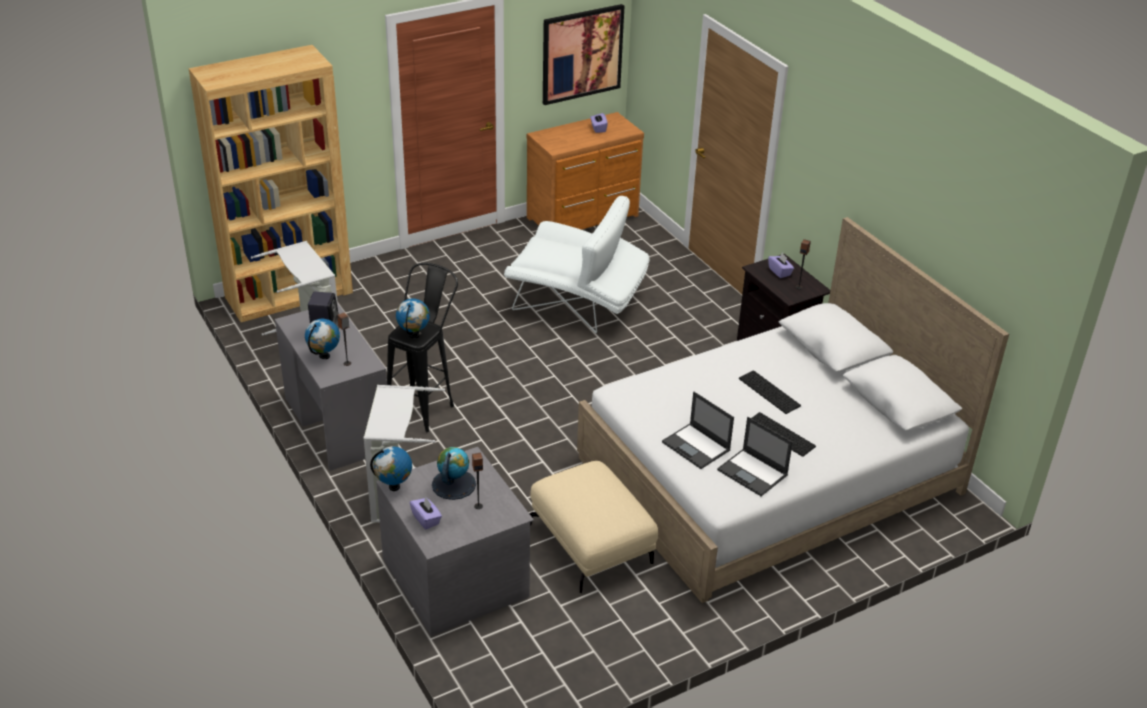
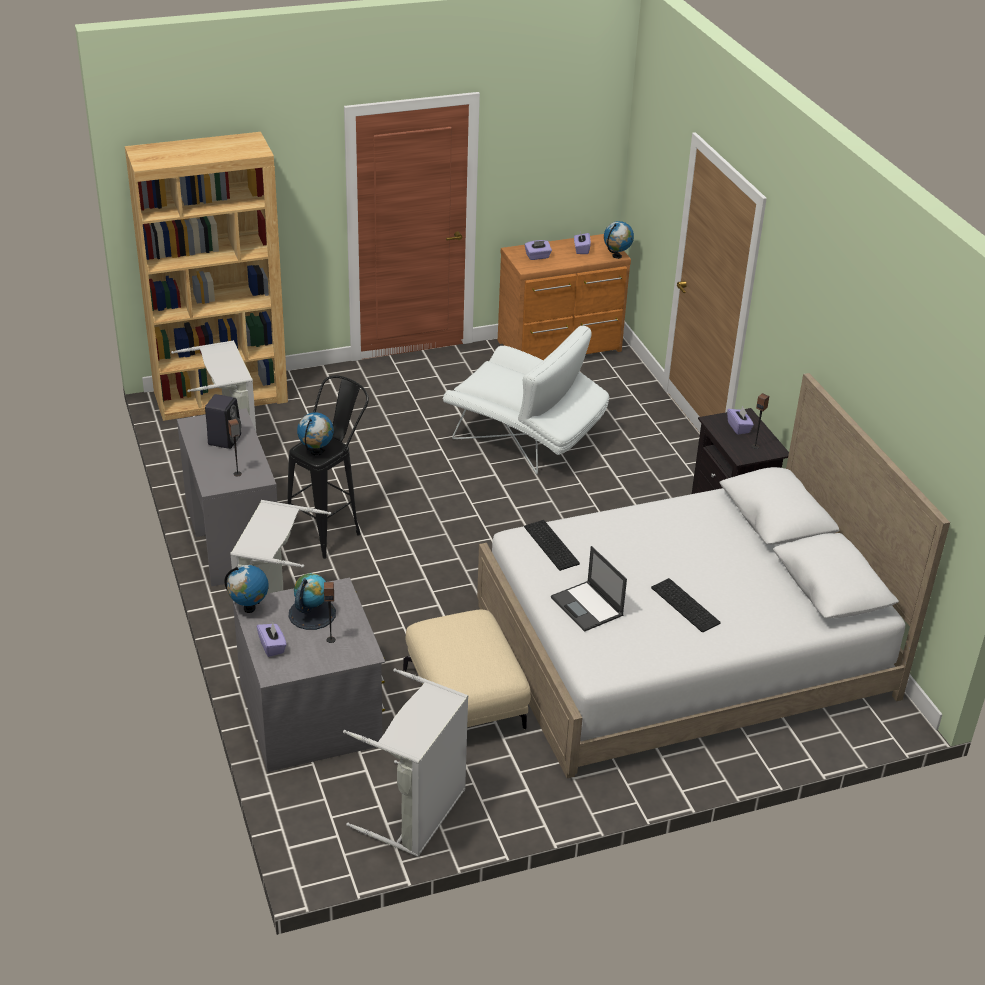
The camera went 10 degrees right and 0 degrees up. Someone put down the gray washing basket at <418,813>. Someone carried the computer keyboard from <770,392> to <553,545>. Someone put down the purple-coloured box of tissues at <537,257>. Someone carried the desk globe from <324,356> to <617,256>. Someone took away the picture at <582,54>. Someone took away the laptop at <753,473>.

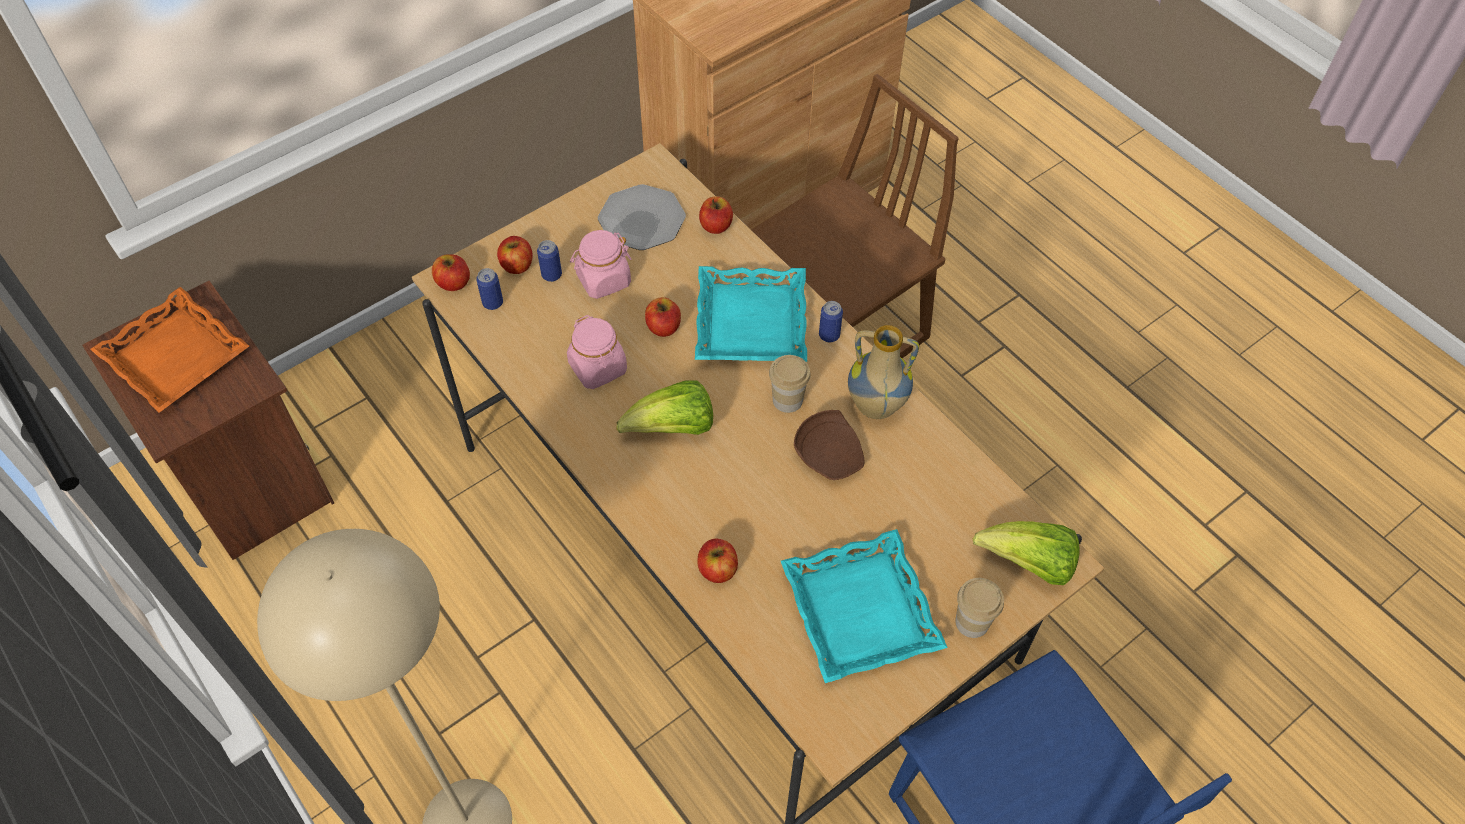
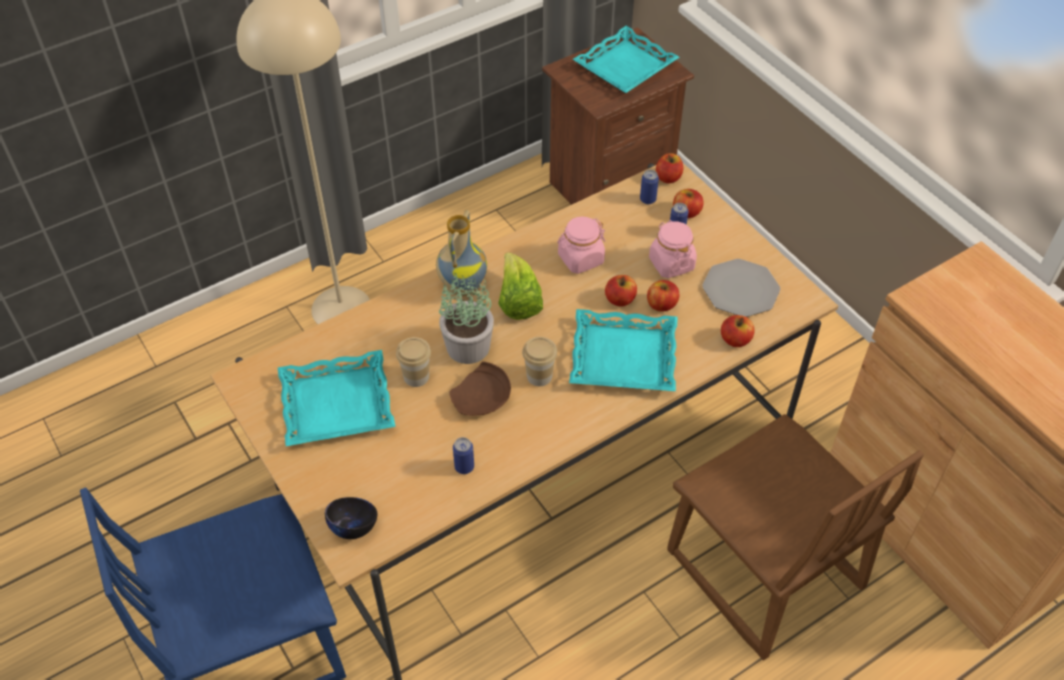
The camera went 95 degrees right and 5 degrees down. Someone swapped the lettuce head at <1028,564> for the blackish deep dish at <353,526>. Someone carried the cup from <972,622> to <416,376>. Someone carried the vase from <875,407> to <461,286>. Someone put down the plant in a pot at <469,346>. Someone carried the can from <829,335> to <464,467>. Someone repainted the orange carrying tray at <174,357>, which became the turquoise-coloured carrying tray at <625,66>. Someone carried the apple from <717,569> to <661,304>.

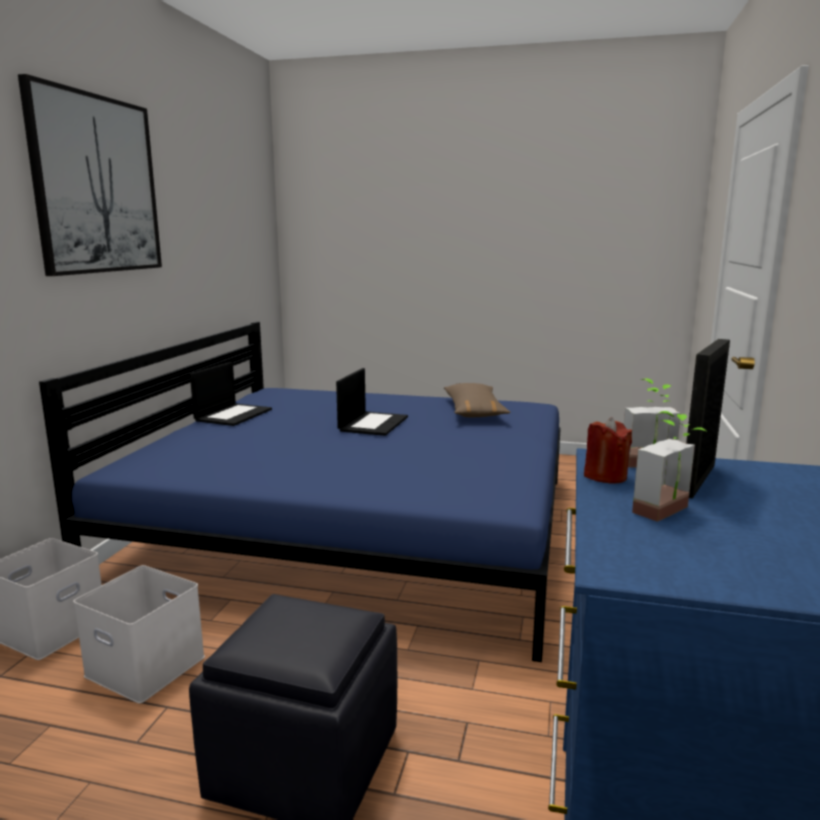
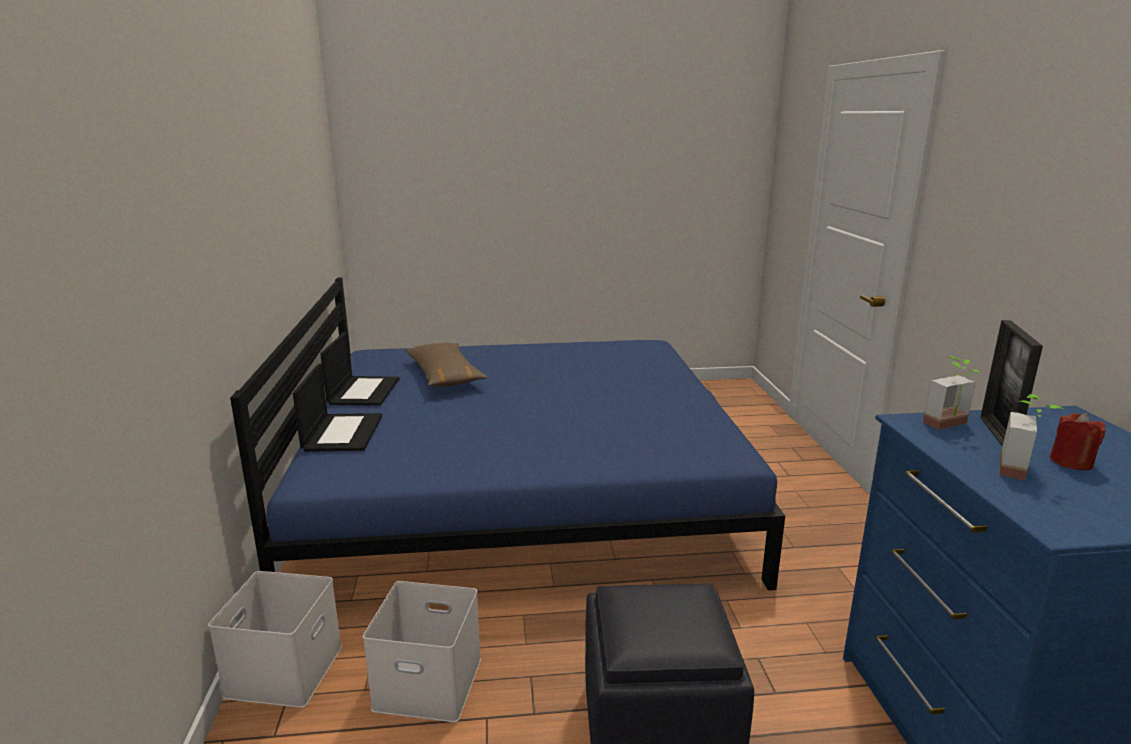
The camera went 20 degrees left and 5 degrees up. Someone carried the laptop from <373,423> to <342,432>. Someone carried the brownish cushion from <474,411> to <444,375>. Someone carried the red-coloured candle from <605,476> to <1071,462>. Someone took away the picture at <96,185>.

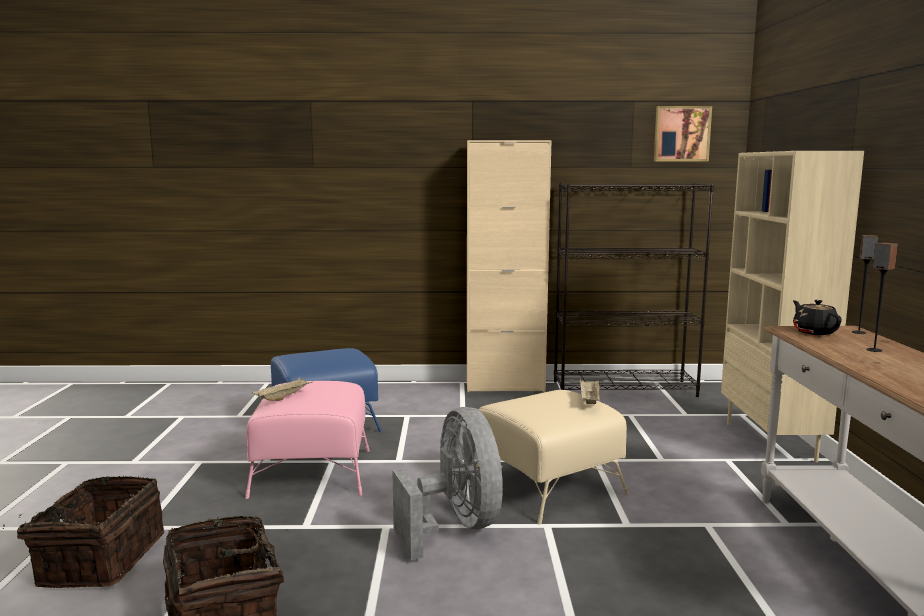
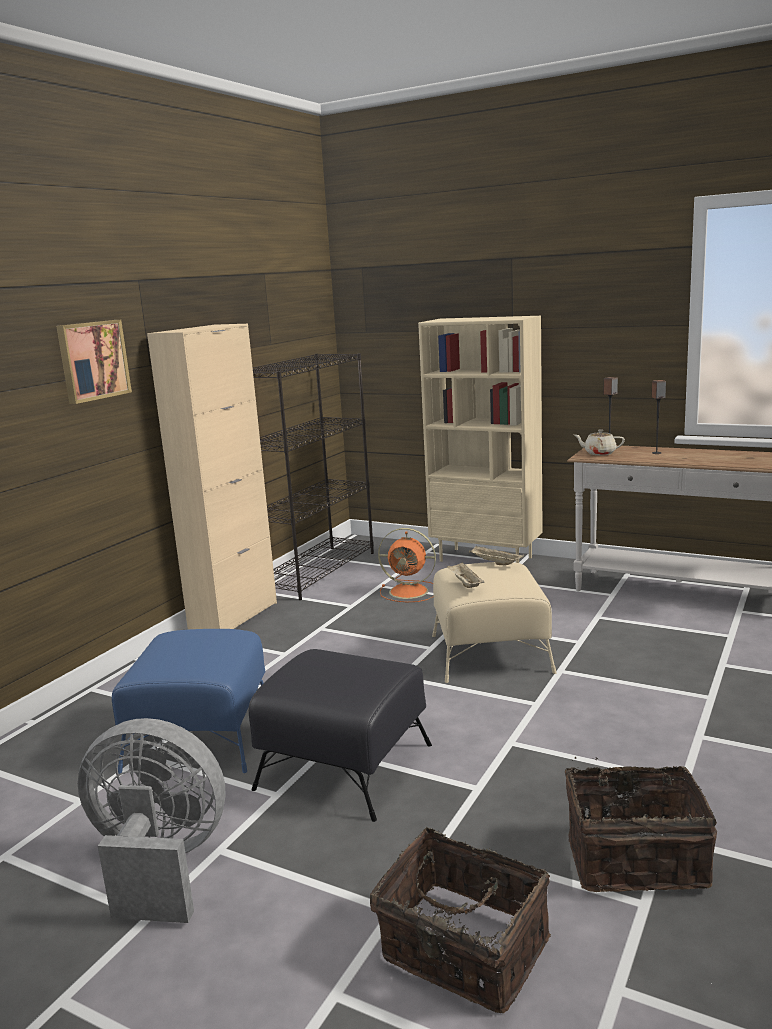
The camera went 60 degrees left and 5 degrees up. Someone carried the picture from <681,134> to <92,360>. Someone carried the gray fan from <456,527> to <159,866>. Someone repainted the pink footrest at <312,472>, which became the blackish footrest at <344,766>. Someone put down the orange fan at <410,591>. Someone carried the sand-coloured carrying tray from <283,397> to <464,583>. Someone repainted the blackish teapot at <814,332>, which became the sand-coloured teapot at <599,453>.

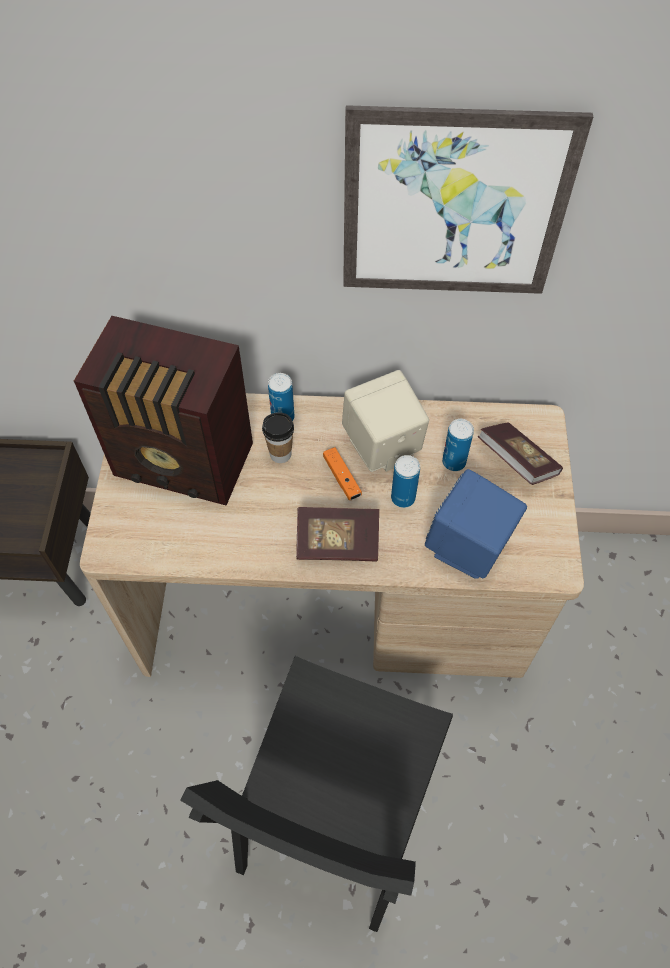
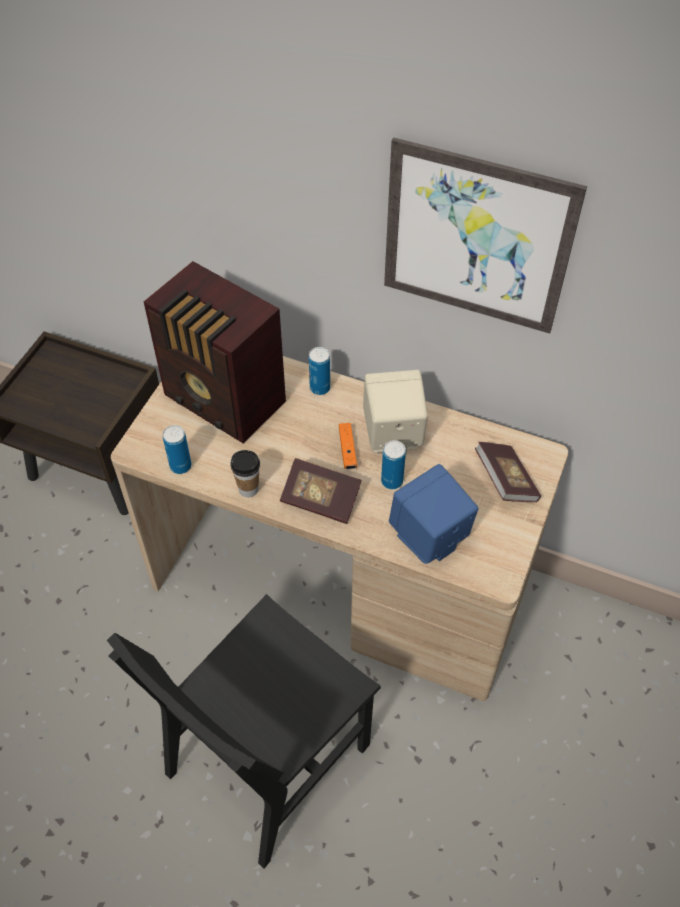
The camera went 20 degrees right and 5 degrees down. Someone carried the can from <454,462> to <180,466>. Someone carried the cup from <280,454> to <248,489>.

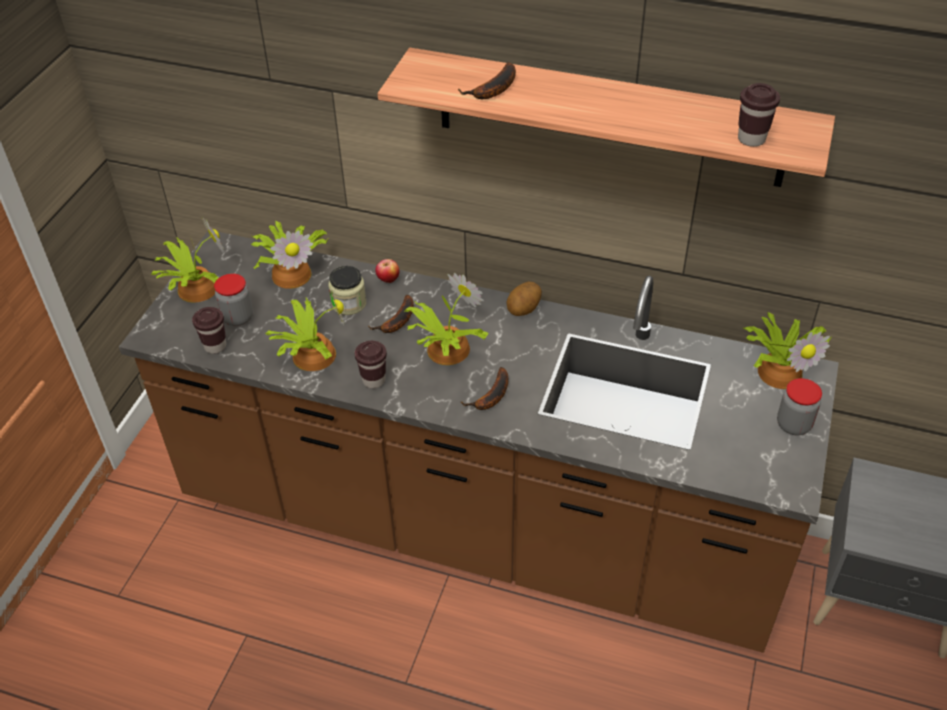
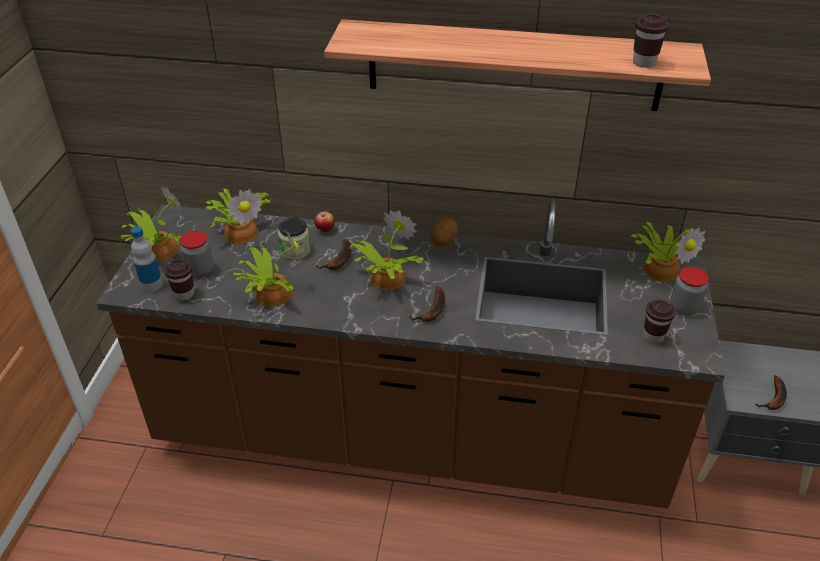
The camera went 10 degrees left and 5 degrees down. Someone put down the beverage bottle at <151,285>. Someone carried the brownish cup from <373,380> to <653,336>. Someone carried the whole banana from <493,90> to <774,399>.

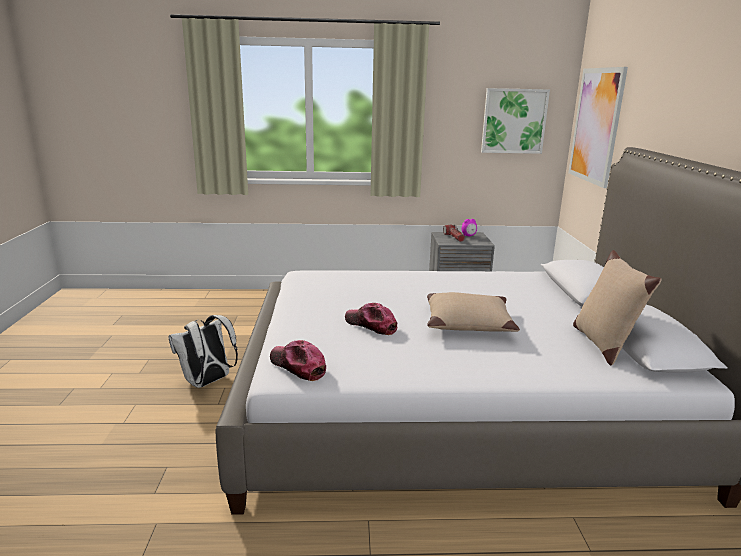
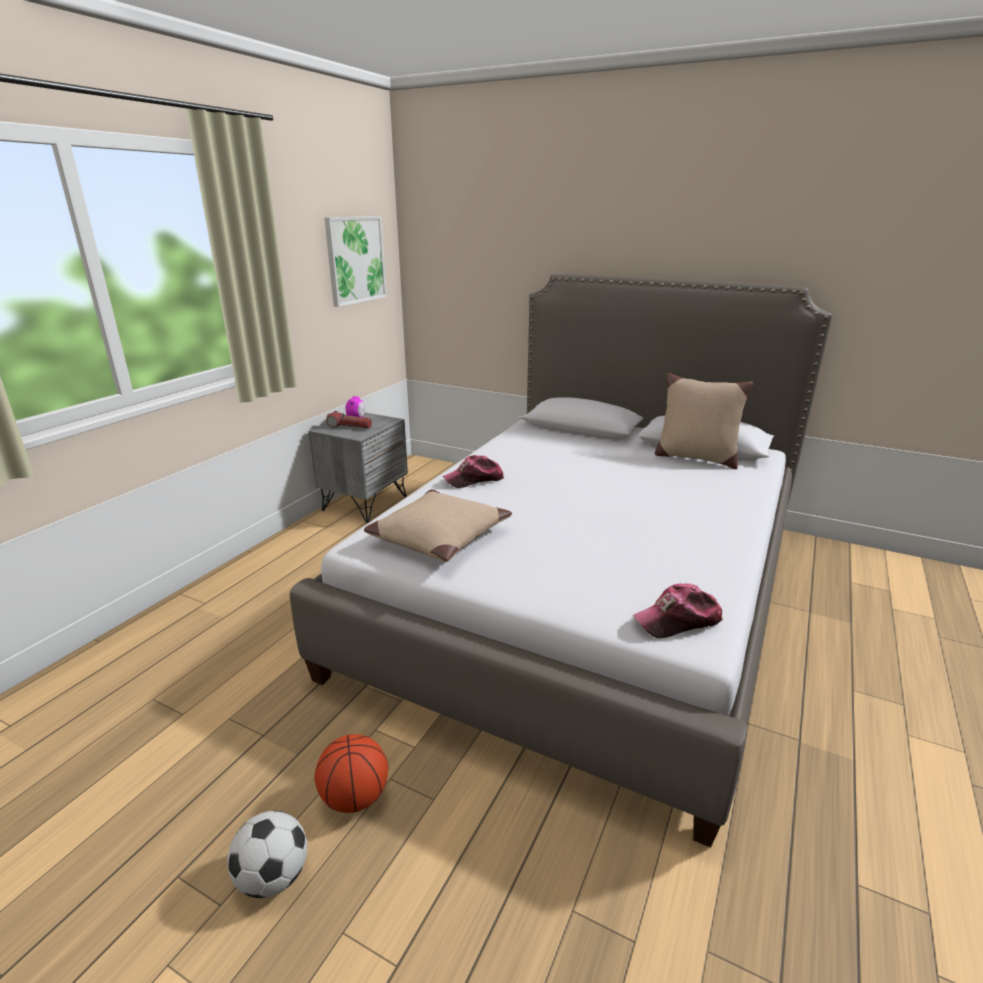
The camera went 60 degrees left and 5 degrees up. Someone put down the football at <273,877>. Someone swapped the white-coloured knapsack at <207,382> for the ball for basketball at <355,797>. Someone carried the sand-coloured cushion from <468,323> to <438,536>. Someone carried the peaked cap from <371,325> to <474,479>. Someone took away the picture at <596,125>.

